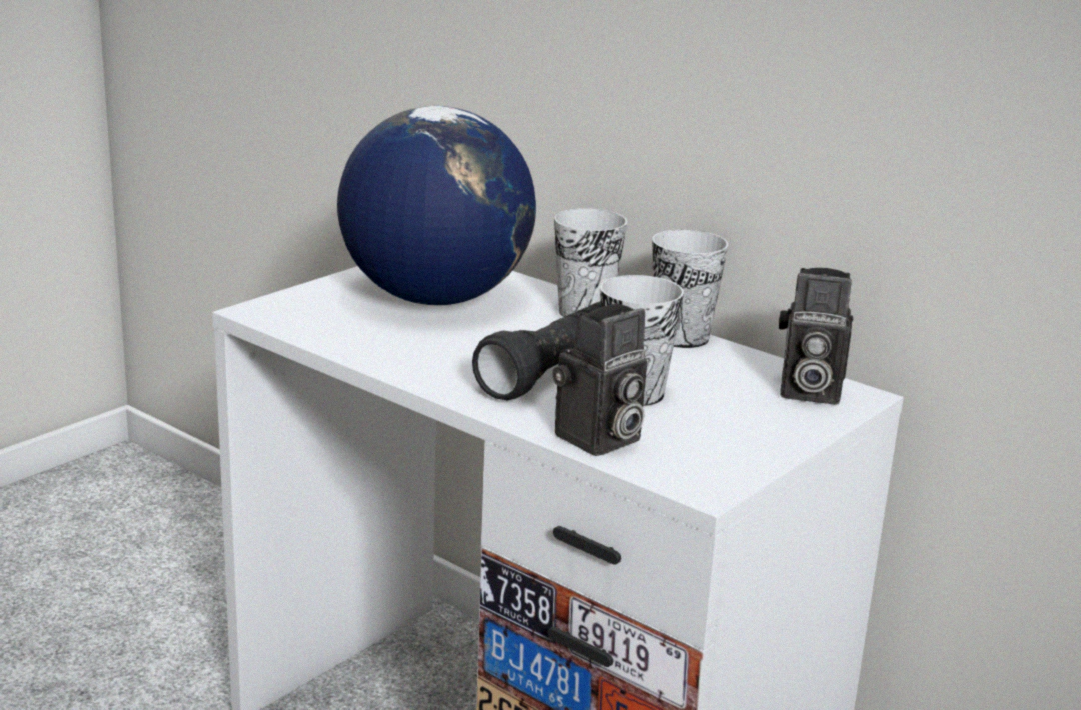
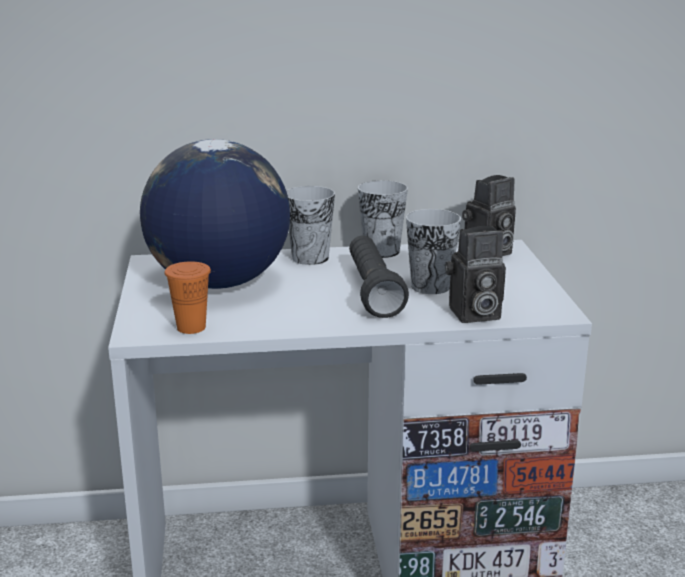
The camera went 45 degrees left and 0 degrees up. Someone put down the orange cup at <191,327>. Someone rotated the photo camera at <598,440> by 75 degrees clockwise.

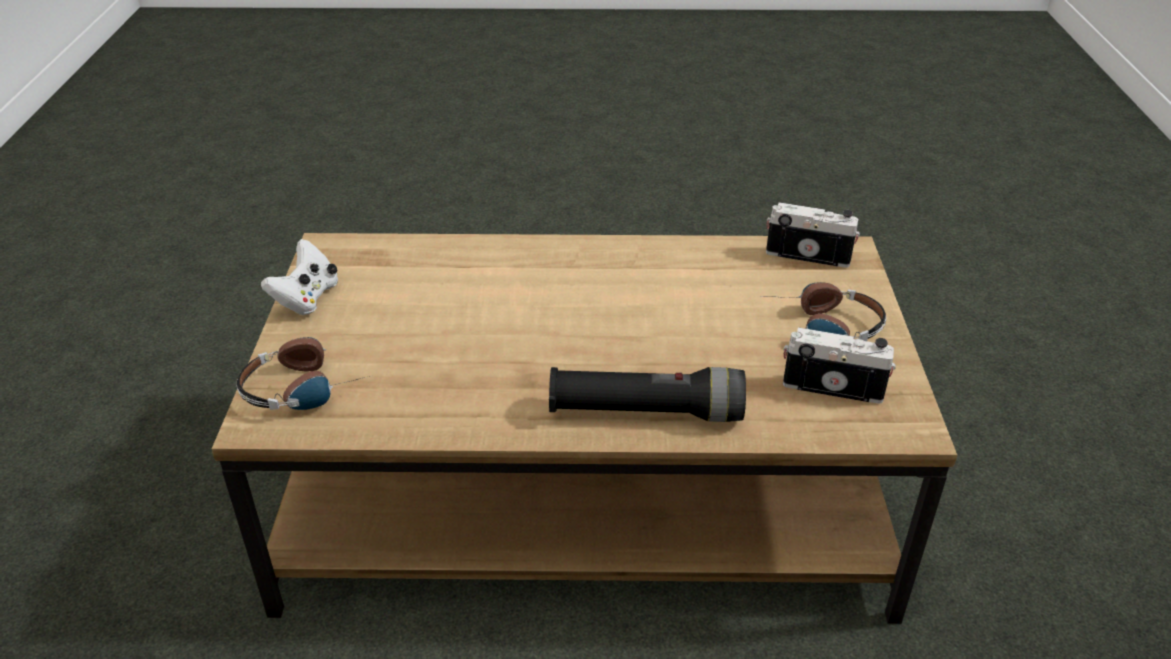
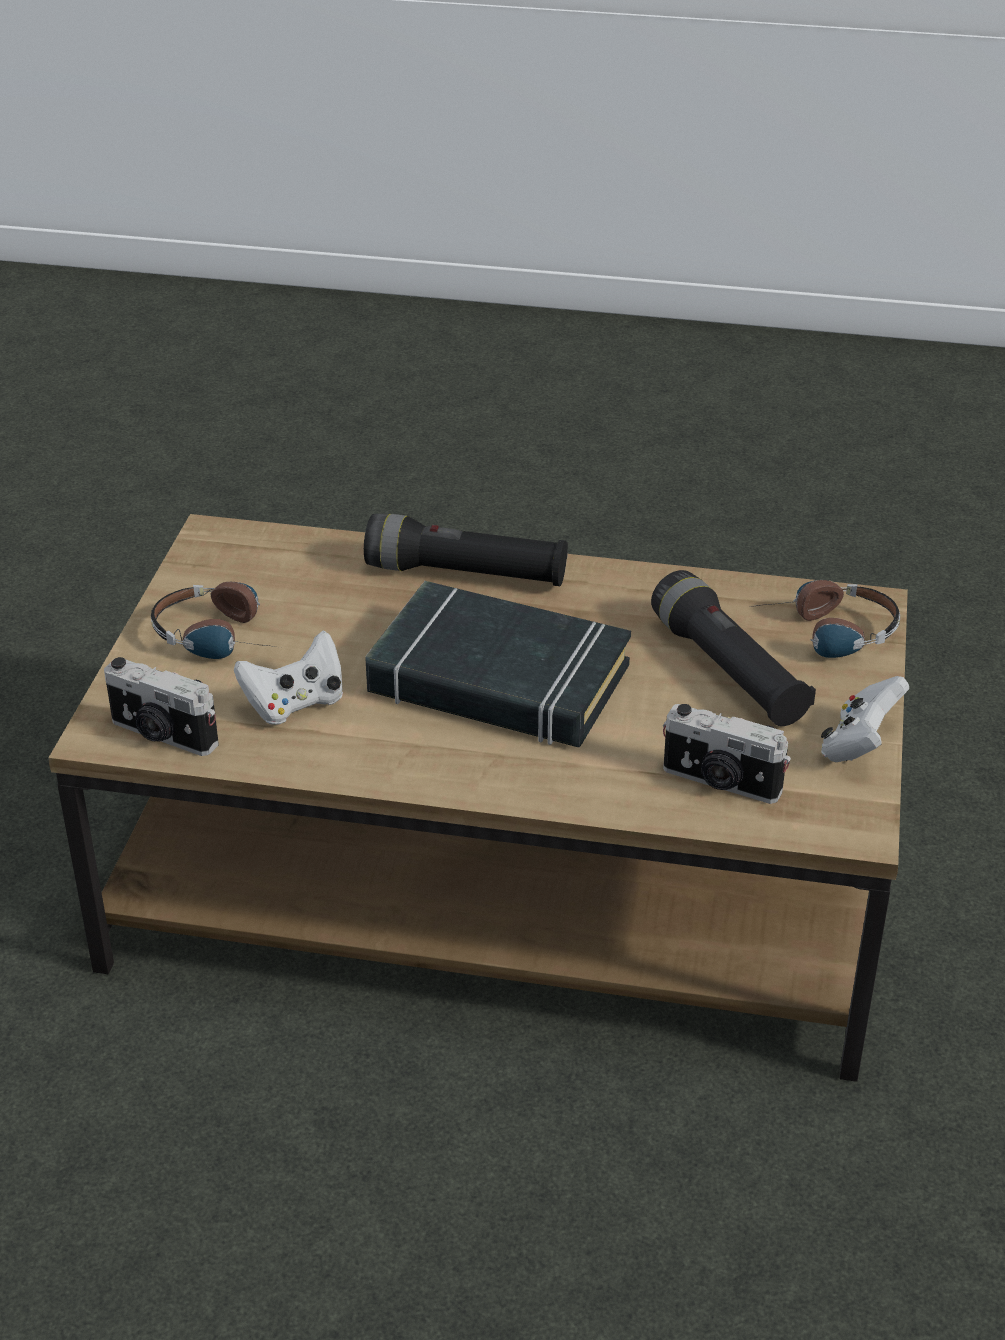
The camera went 170 degrees left and 0 degrees up. Someone put down the white-coloured joypad at <295,704>. Someone put down the blackish bound book at <497,680>. Someone put down the blackish flashlight at <728,670>. Someone carried the photo camera from <833,386> to <720,782>.

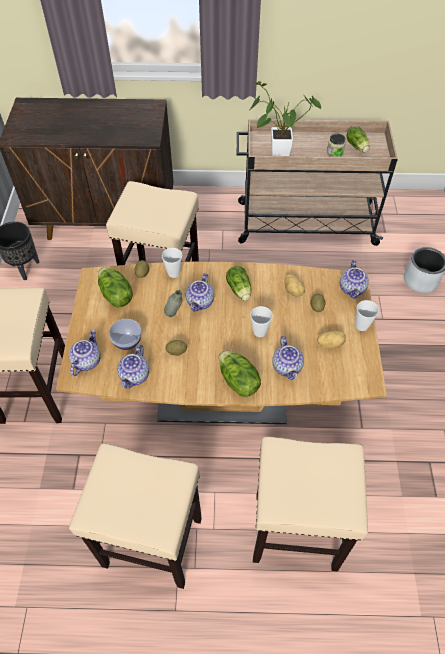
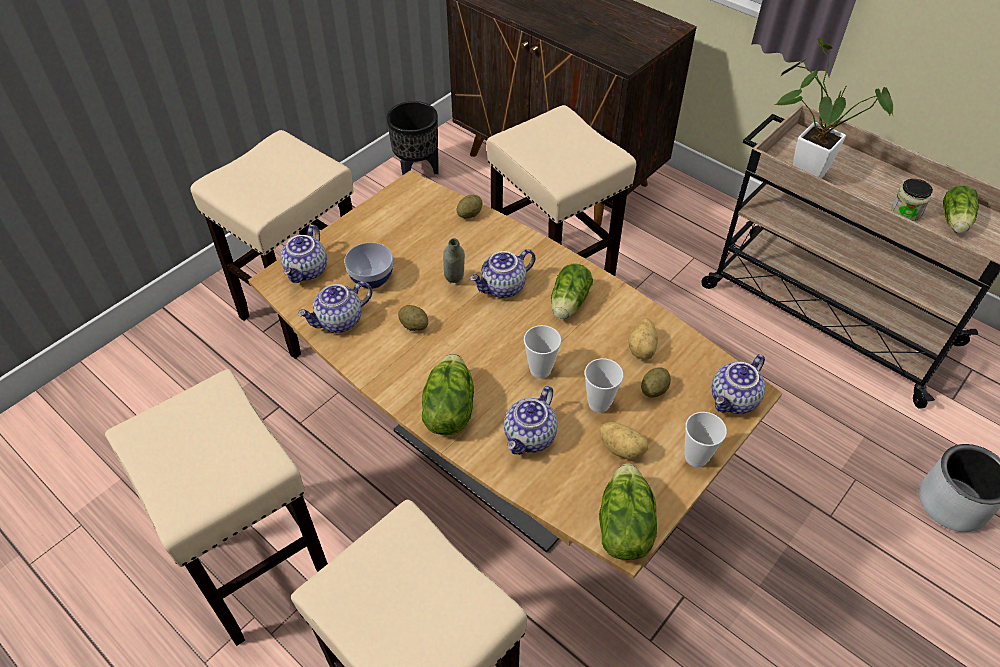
The camera went 40 degrees right and 5 degrees down. Someone rotated the teapot at <86,361> by 135 degrees clockwise. Someone carried the cup from <174,273> to <599,403>. Someone carried the lettuce head from <115,296> to <623,526>.

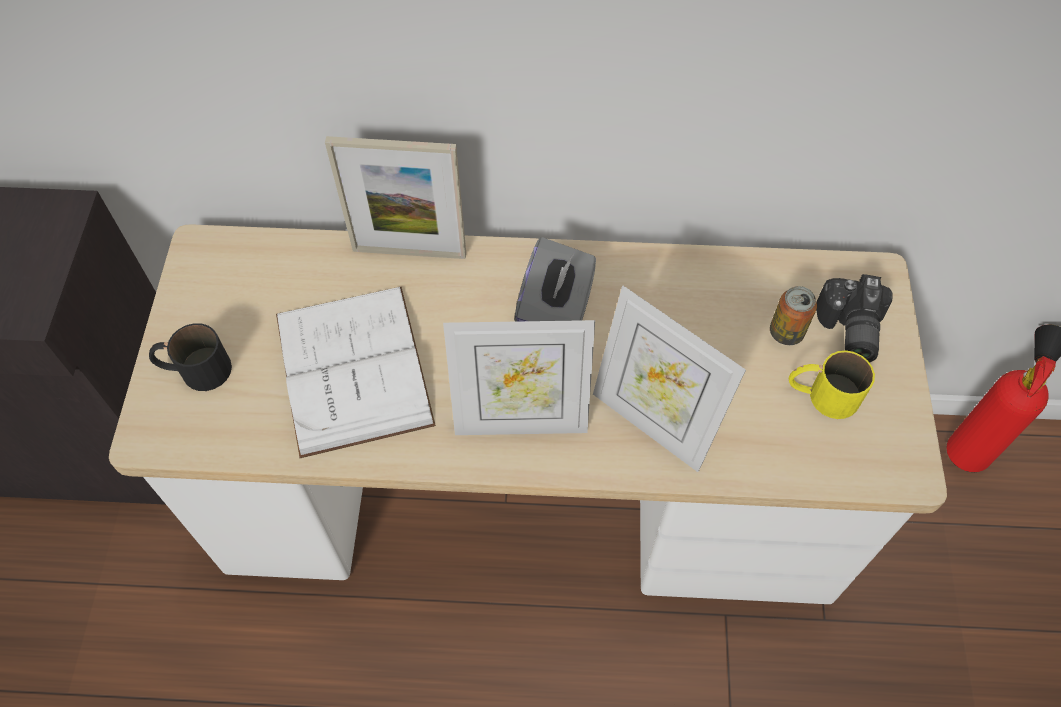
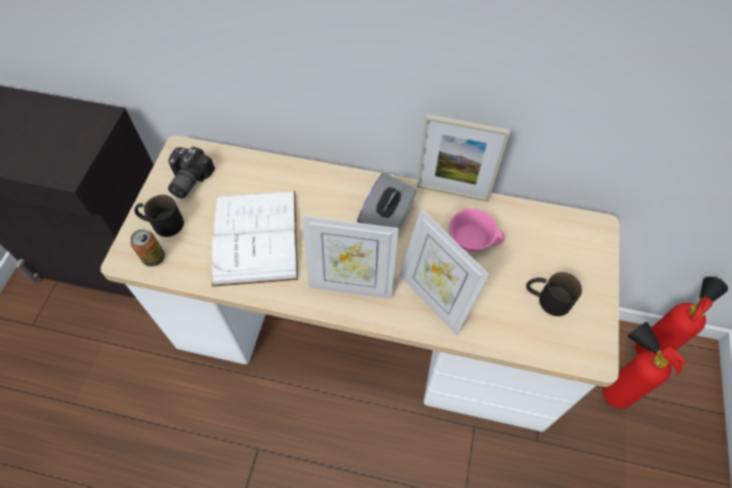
The camera went 10 degrees right and 0 degrees up. Someone carried the can from <786,332> to <154,258>. Someone carried the photo camera from <847,330> to <187,180>. Someone carried the photo frame from <409,252> to <452,192>. Someone put down the pink cup at <472,238>. Someone repainted the yellow-coloured mug at <821,394>, which became the blackish mug at <547,298>. Someone put down the extinguisher at <610,389>.

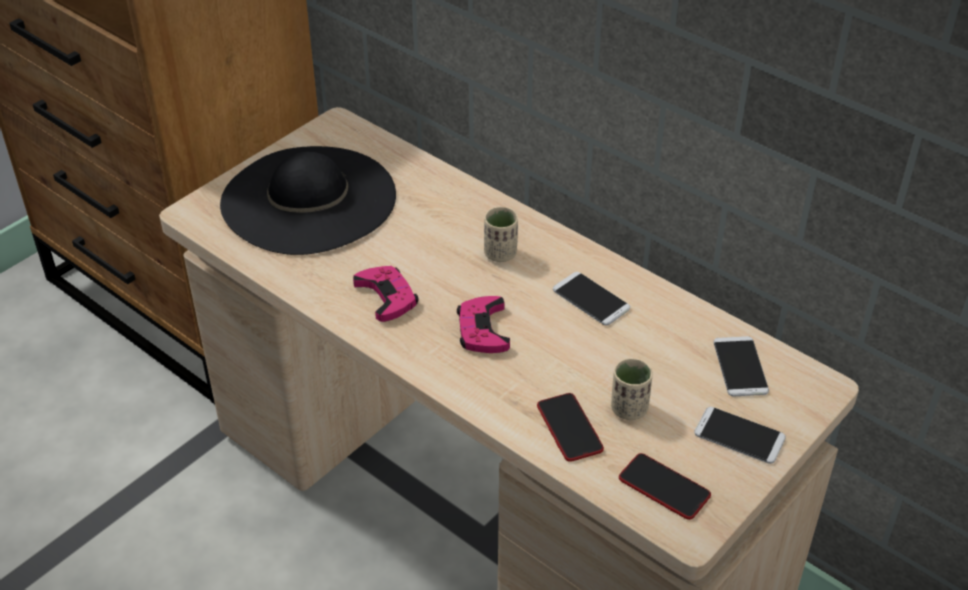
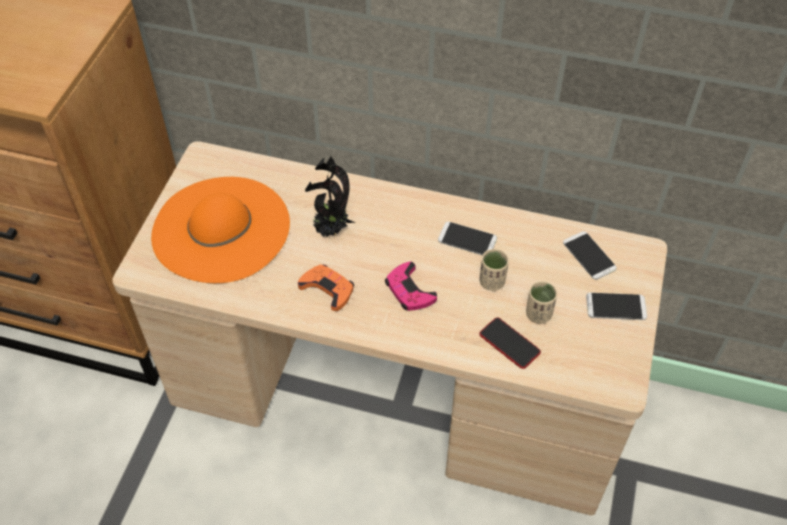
The camera went 25 degrees left and 10 degrees up. Someone repainted the blackish wearable hat at <308,199>, which became the orange wearable hat at <221,229>. Someone repainted the pink joypad at <387,296>, which became the orange joypad at <327,289>. Someone put down the plant in a pot at <331,230>. Someone carried the sand-coloured cup from <500,254> to <492,282>. Someone took away the telephone at <664,487>.

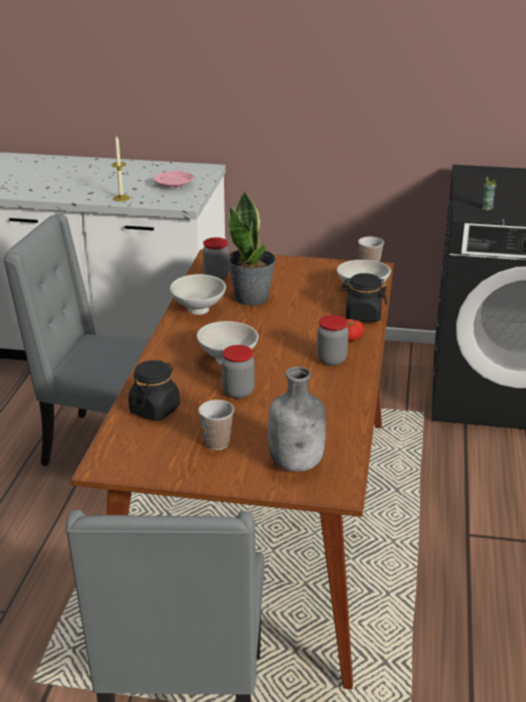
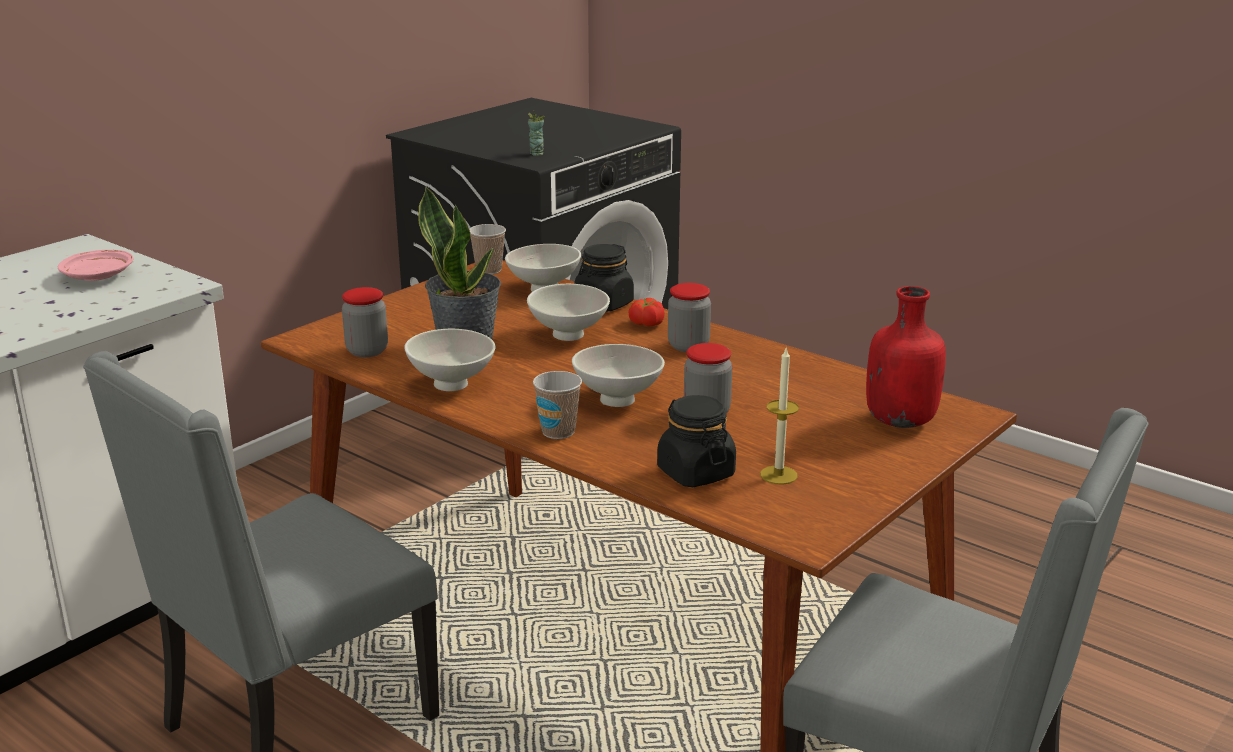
The camera went 60 degrees left and 5 degrees down. Someone put down the white-coloured deep dish at <571,335>. Someone carried the cup from <217,443> to <558,432>. Someone carried the candle from <121,198> to <778,475>. Someone repainted the gray beverage bottle at <297,463>, which became the red-coloured beverage bottle at <901,420>.

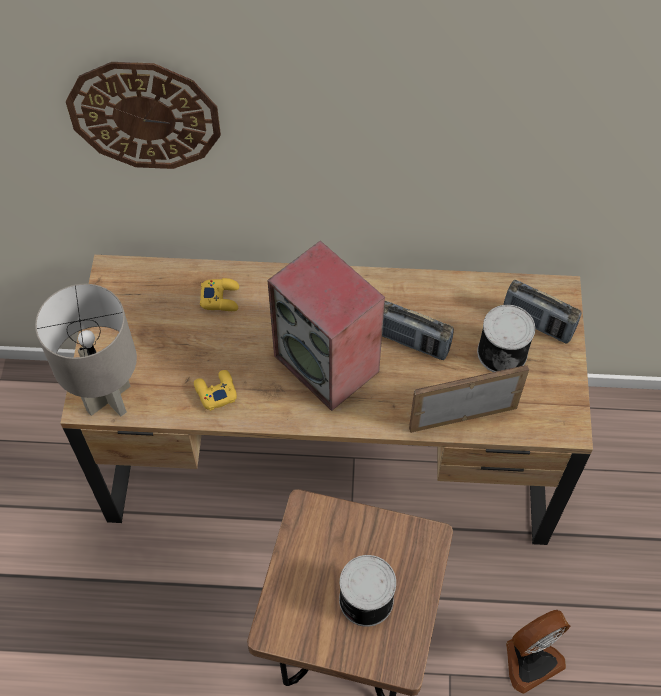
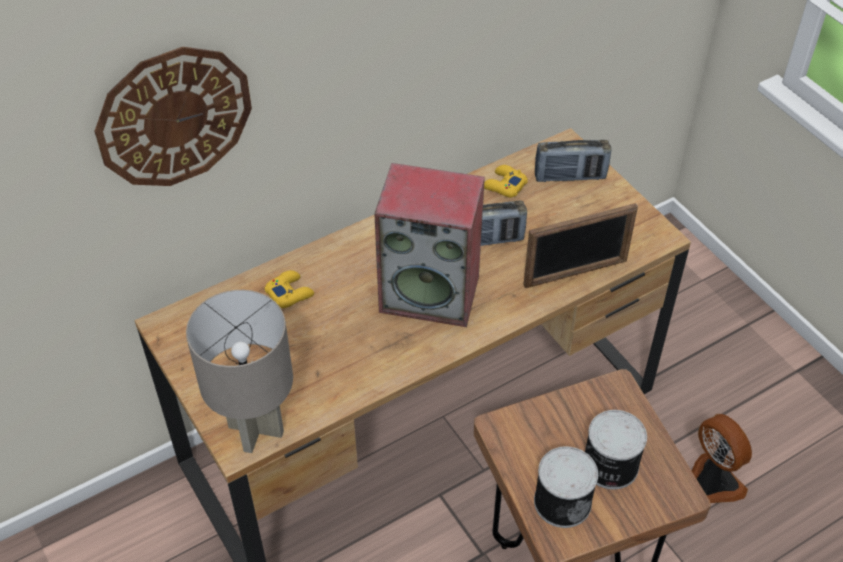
The camera went 35 degrees left and 10 degrees down. Someone carried the yellow-coloured joypad from <215,392> to <504,185>. Someone rotated the photo frame at <462,417> by 150 degrees counterclockwise. Someone carried the can from <502,351> to <562,500>. Someone rotated the fan at <530,658> by 60 degrees counterclockwise.

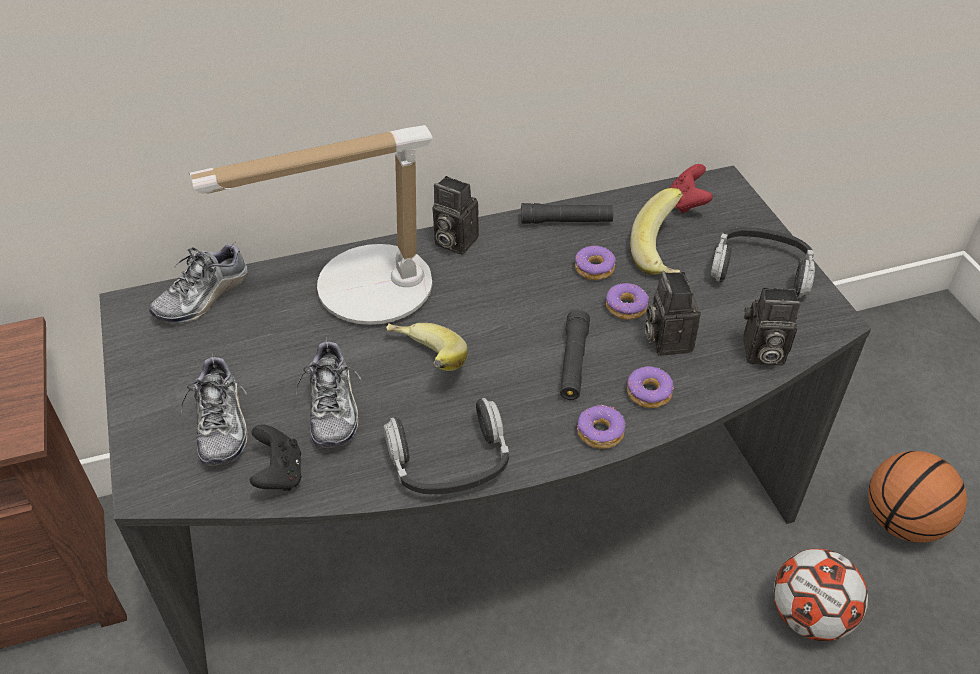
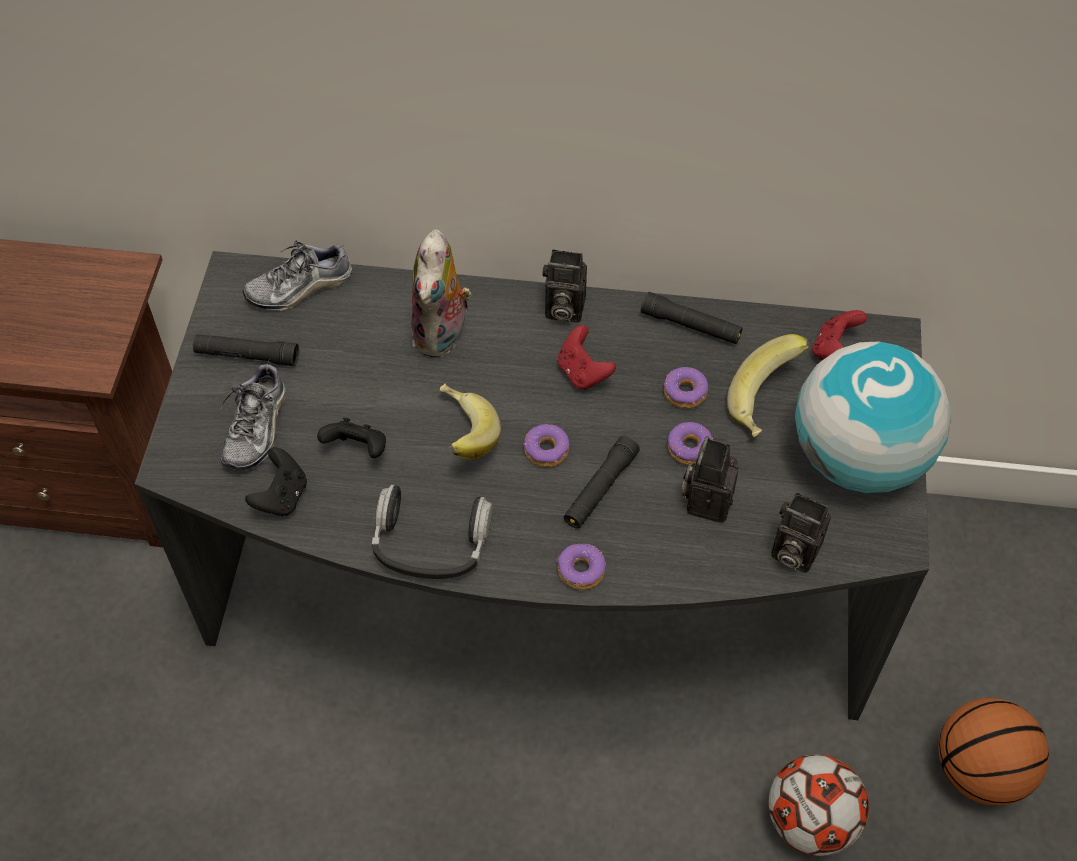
The camera went 25 degrees right and 10 degrees up. Someone put down the blackish flashlight at <247,356>. Someone swapped the item of footwear at <333,407> for the blackish joypad at <358,449>. Someone swapped the tabletop lamp at <359,292> for the cuddly toy at <443,335>. Someone carried the doughnut from <649,393> to <546,451>. Someone rotated the photo camera at <453,241> by 45 degrees counterclockwise. Someone put down the red-coloured joypad at <583,372>. Someone swapped the headphones at <761,270> for the desk globe at <858,458>.

